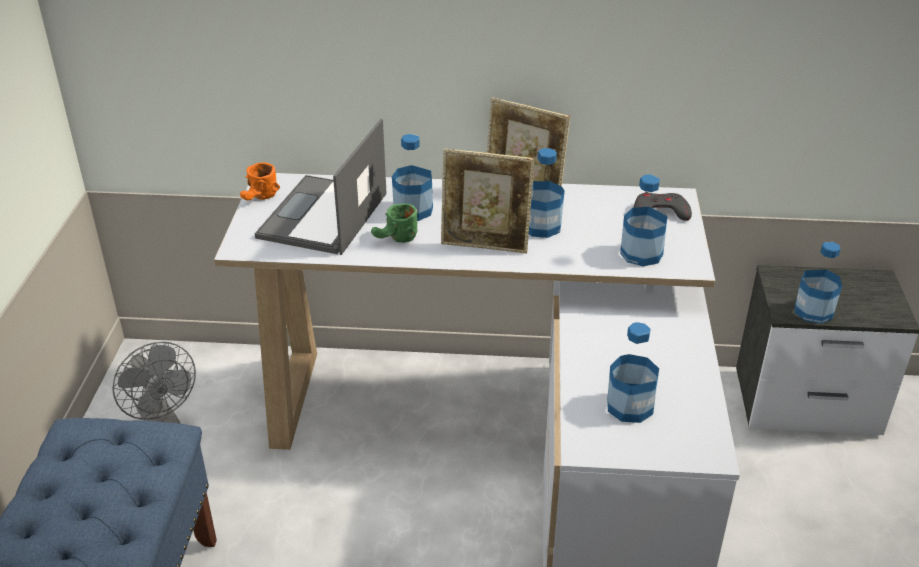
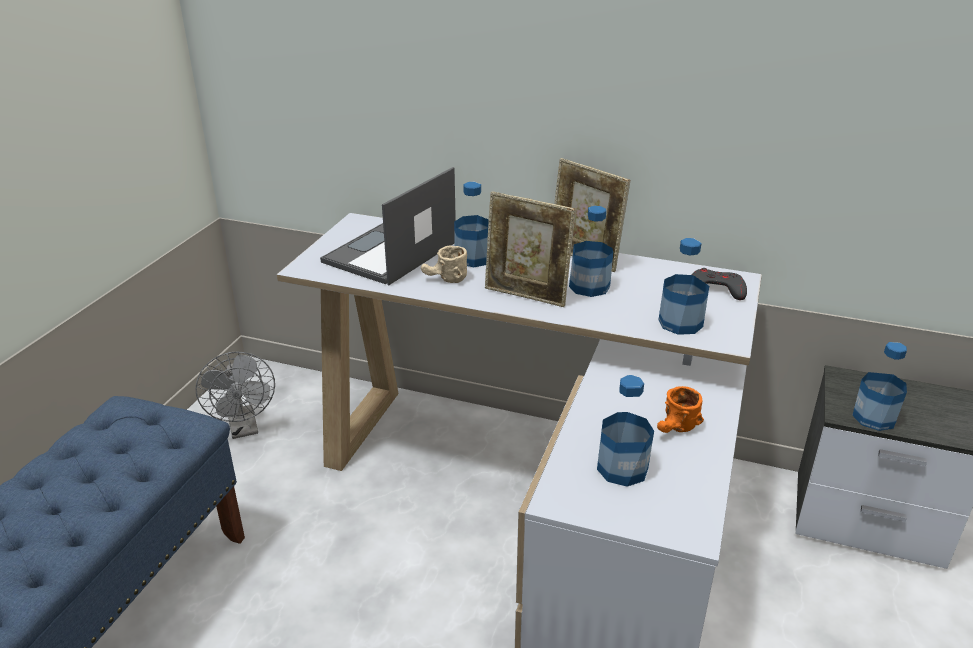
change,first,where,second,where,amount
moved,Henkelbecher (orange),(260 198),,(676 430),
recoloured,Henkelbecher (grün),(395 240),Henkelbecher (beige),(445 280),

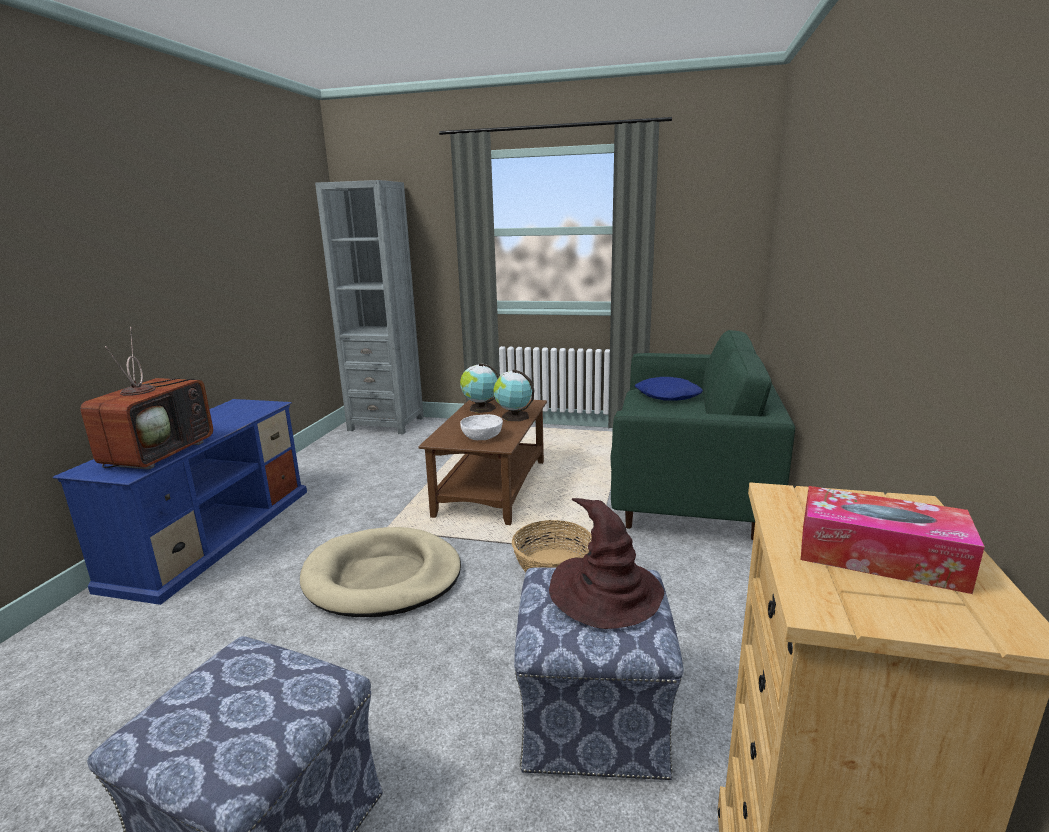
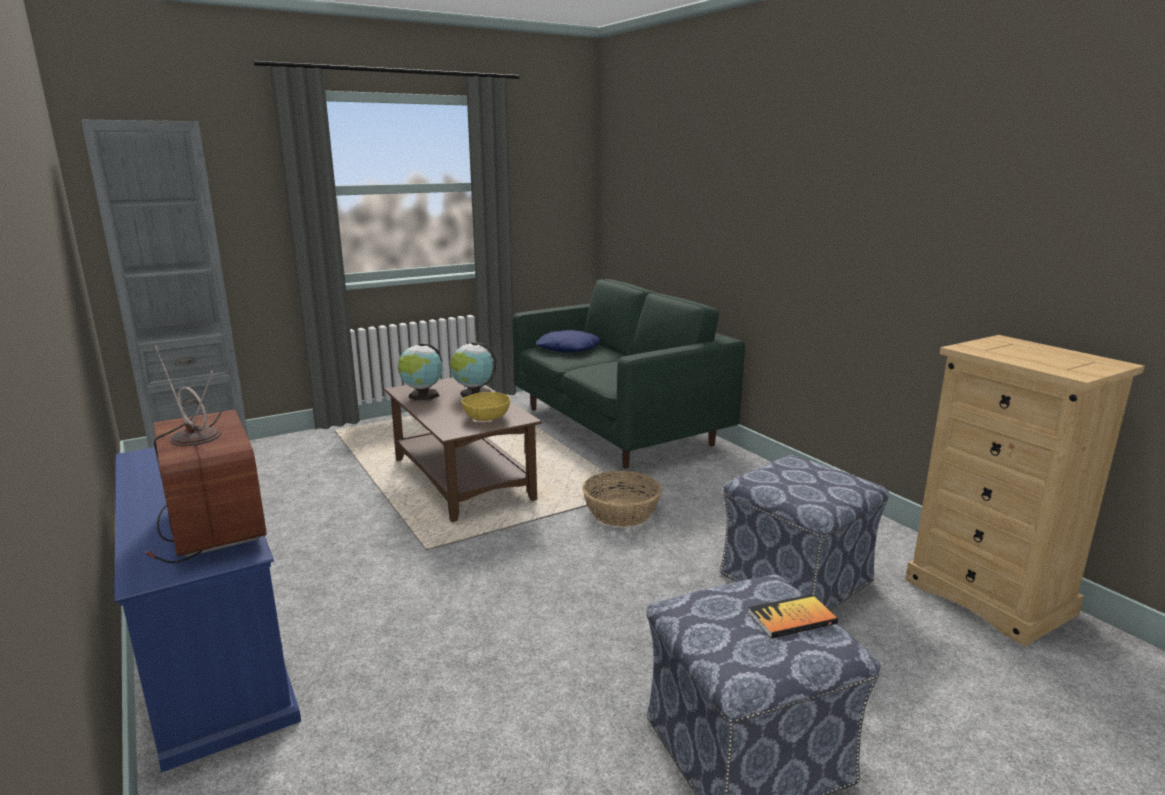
change,first,where,second,where,amount
recoloured,Schüssel (weiß),(482 437),Schüssel (gelb),(486 417),
removed,Taschentuchbox,(879 556),,,
removed,Hut (braun),(606 594),,,
removed,Hundebett (beige),(382 577),,,
added,,,Buch,(792 618),

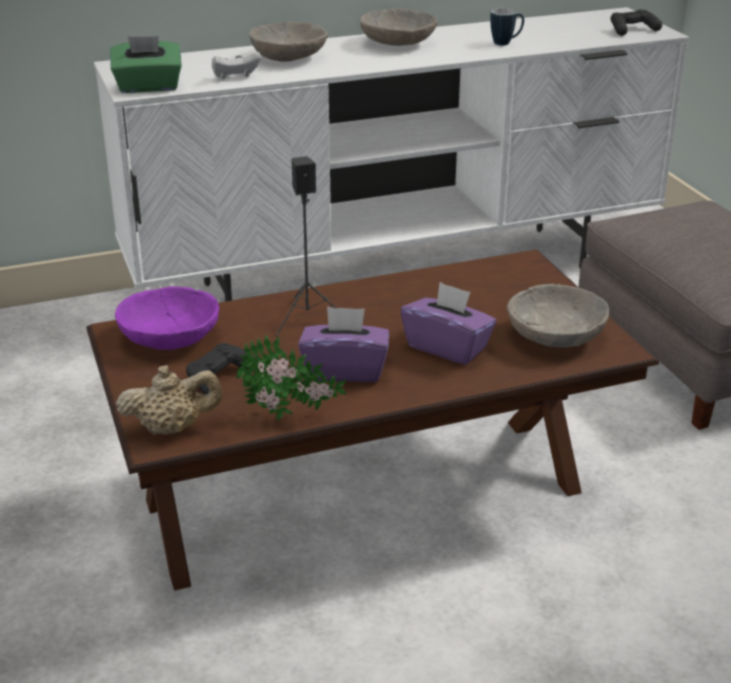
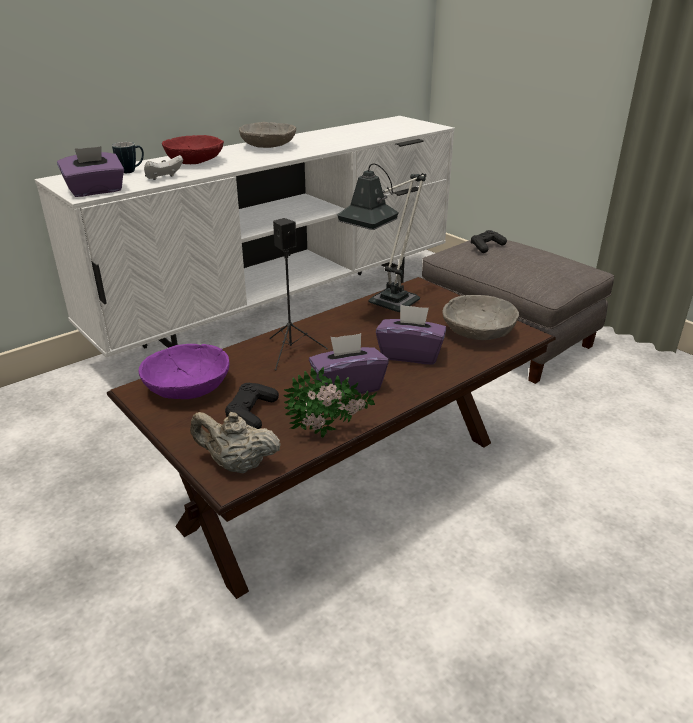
change,first,where,second,where,amount
moved,Henkelbecher,(506 43),,(132 171),
moved,Gamepad (schwarz),(632 30),,(486 247),
recoloured,Schüssel (grau),(288 58),Schüssel (rot),(194 162),
recoloured,Taschentuchbox (grün),(148 87),Taschentuchbox (lila),(96 191),
turned,Teekanne (beige),(172 428),,(237 464),135 degrees counterclockwise
added,,,Tischlampe,(387 307),

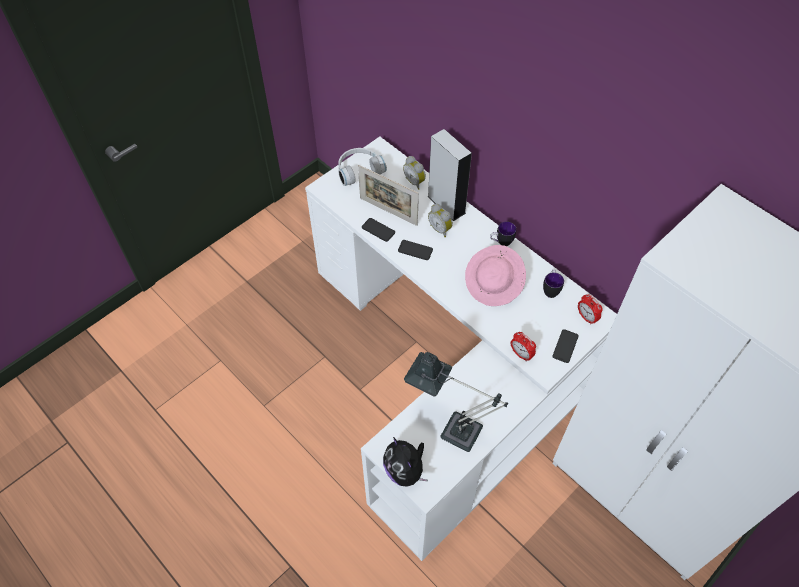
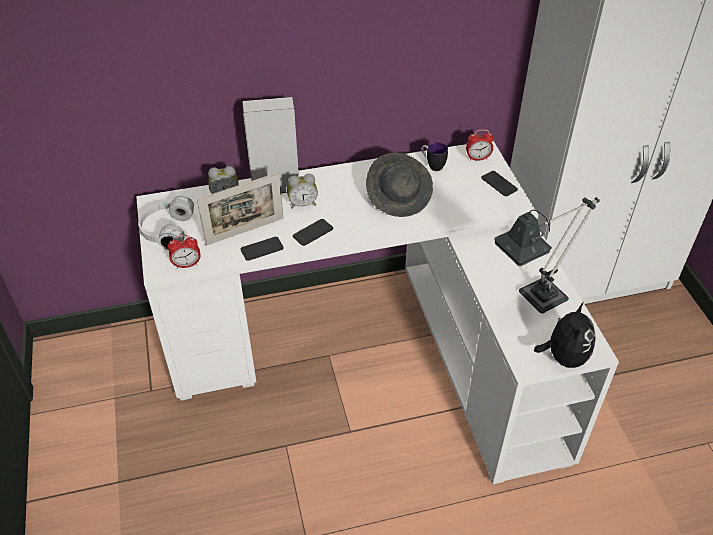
change,first,where,second,where,amount
removed,Henkelbecher,(501 242),,,
recoloured,Hut (rosa),(494 284),Hut (grau),(399 197),
moved,Wecker,(521 354),,(187 265),
turned,Plüschtier,(405 470),,(563 357),75 degrees counterclockwise

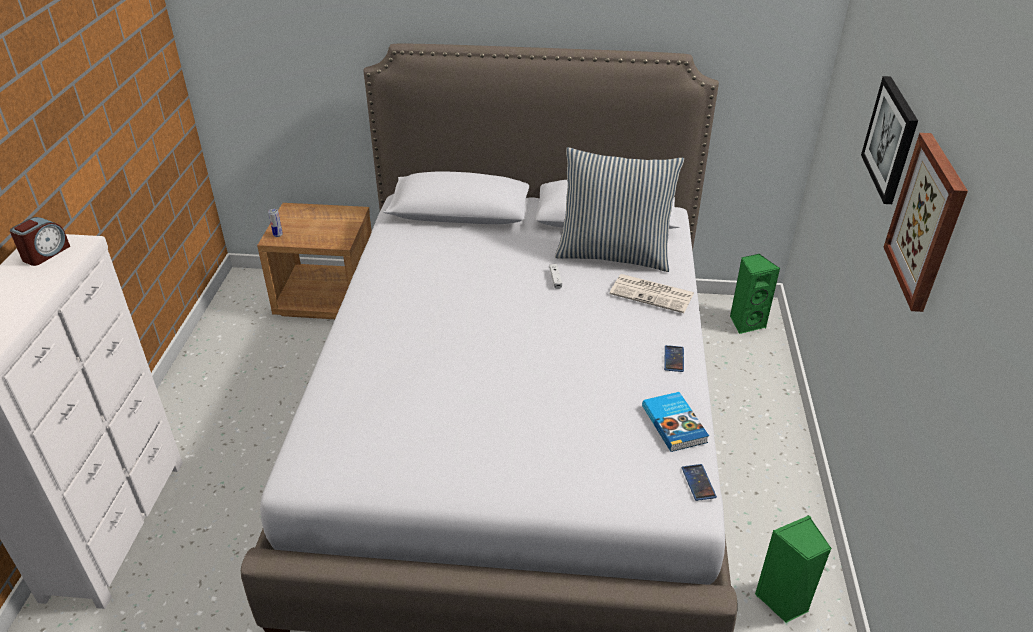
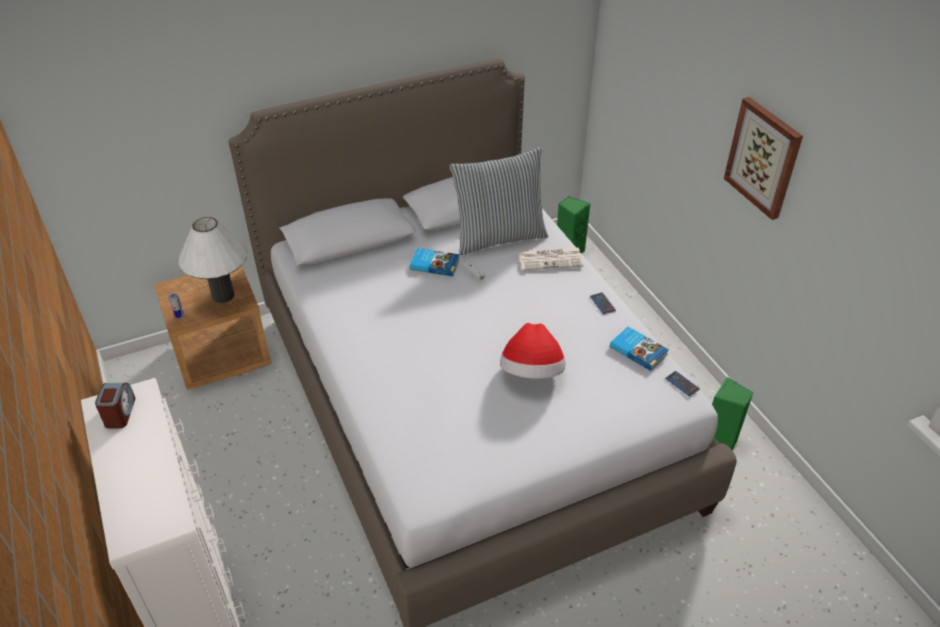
change,first,where,second,where,amount
removed,Bild,(891 139),,,
added,,,Tischlampe (weiß),(223 296),
added,,,Buch,(434 264),
added,,,Hut,(532 372),

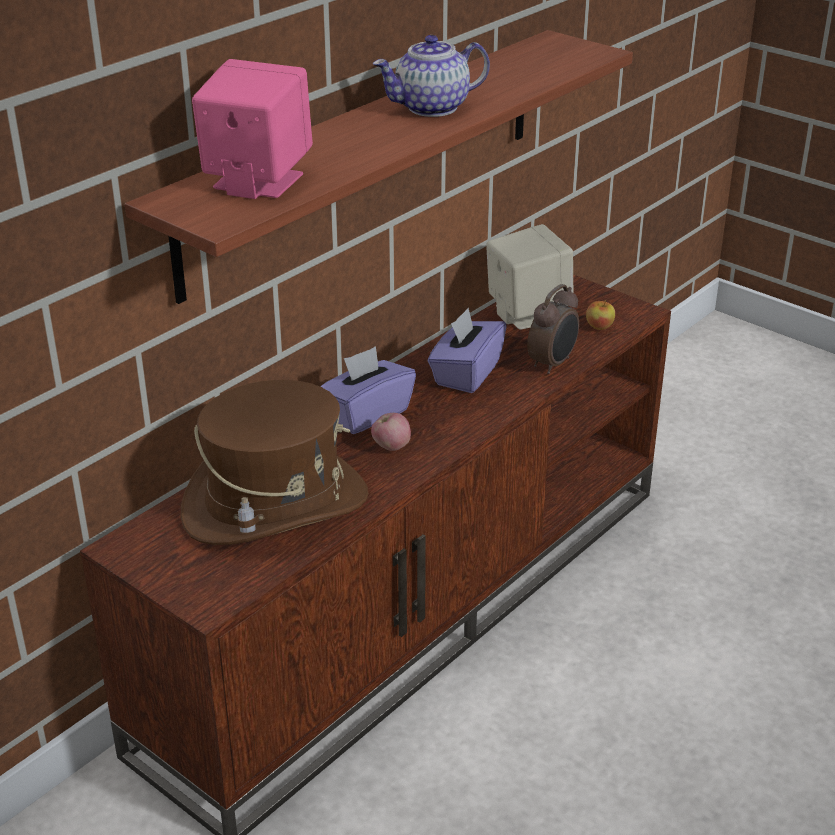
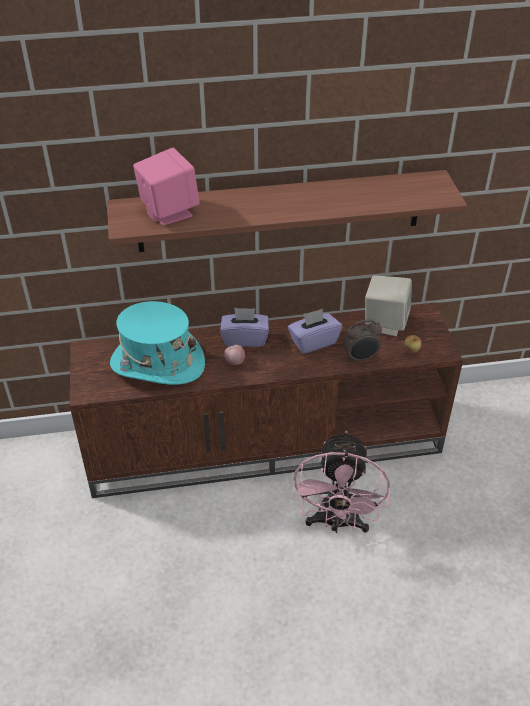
change,first,where,second,where,amount
removed,Teekanne,(431 108),,,
recoloured,Hut (braun),(275 505),Hut (türkis),(157 363),
added,,,Ventilator (rosa),(337 523),

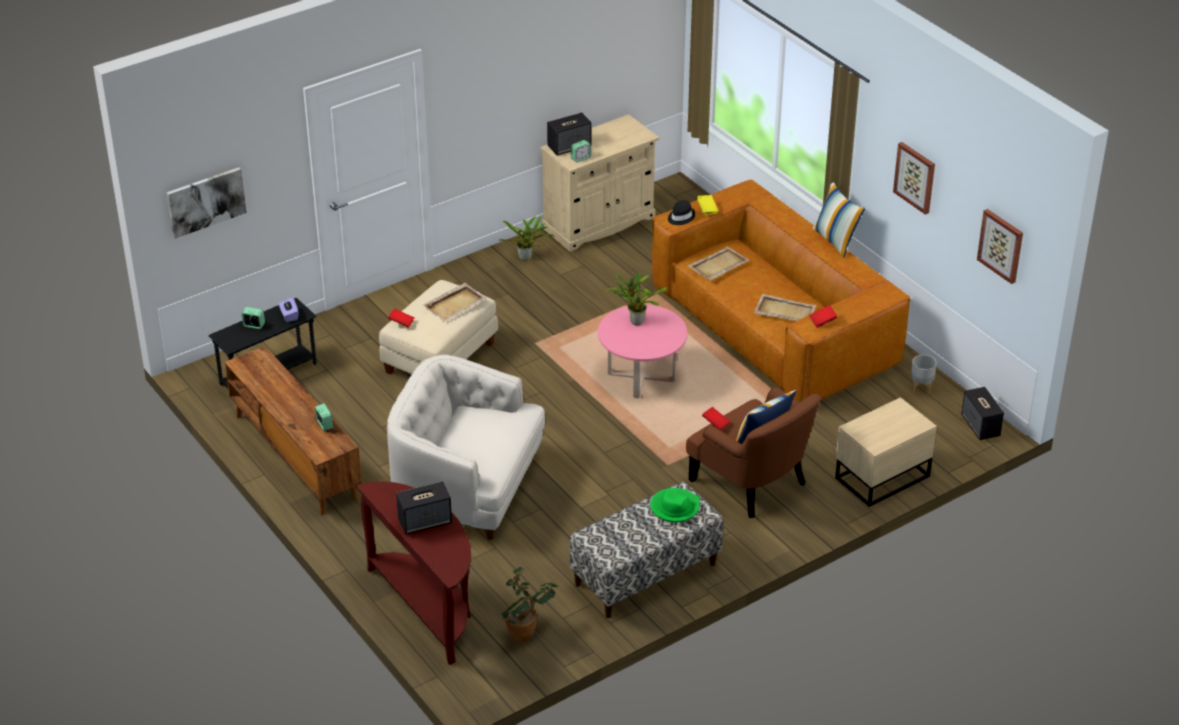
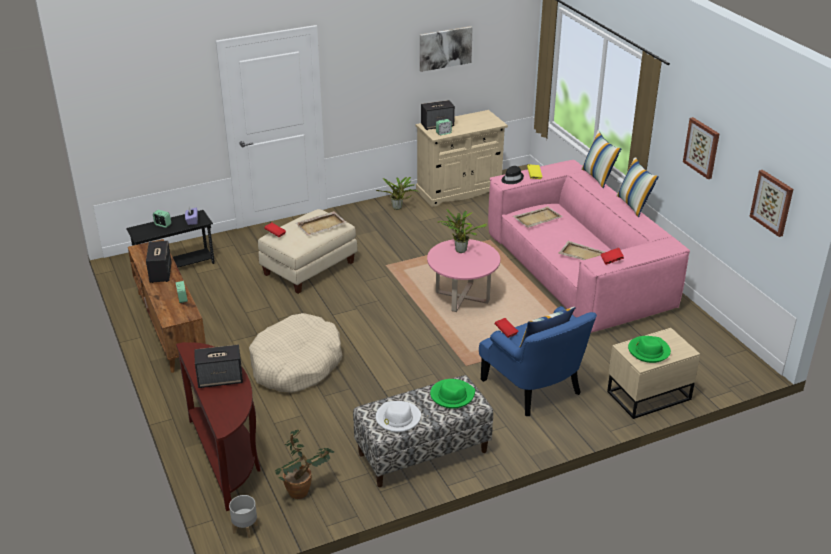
change,first,where,second,where,amount
moved,Bild,(206 201),,(445 48),
recoloured,Sofa (braun),(773 325),Sofa (rosa),(578 271),
replaced,Sessel (weiß),(467 487),Hundebett (beige),(296 364),
moved,Pflanzkübel (grau),(921 387),,(245 529),
recoloured,Sessel (braun),(752 482),Sessel (blau),(534 387),
moved,Lautsprecher,(980 426),,(160 273),
added,,,Kissen,(598 177),
added,,,Hut (grün),(648 351),
added,,,Hut (weiß),(397 418),

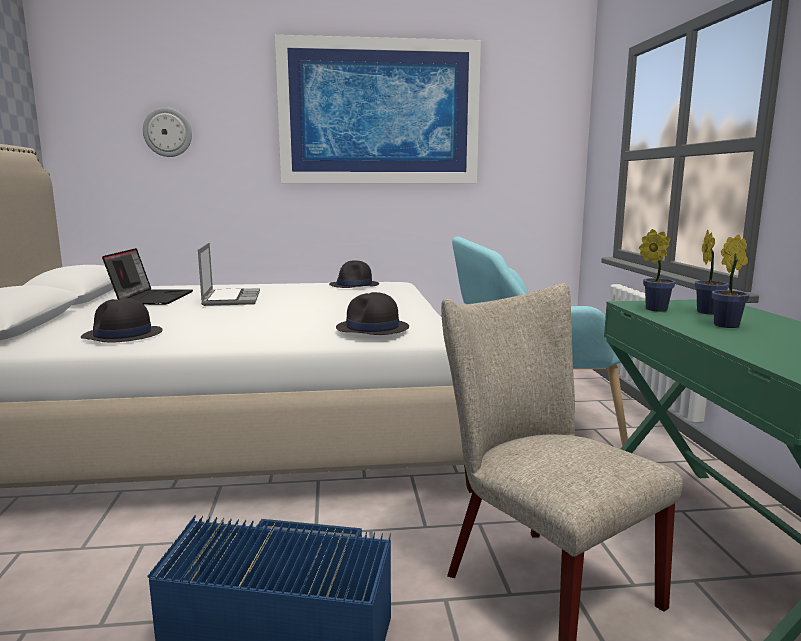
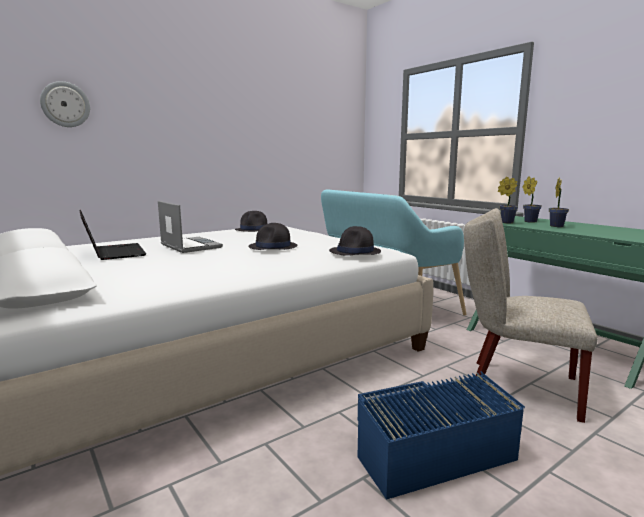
change,first,where,second,where,amount
removed,Bild,(379 113),,,
moved,Hut (schwarz),(122 335),,(273 247),

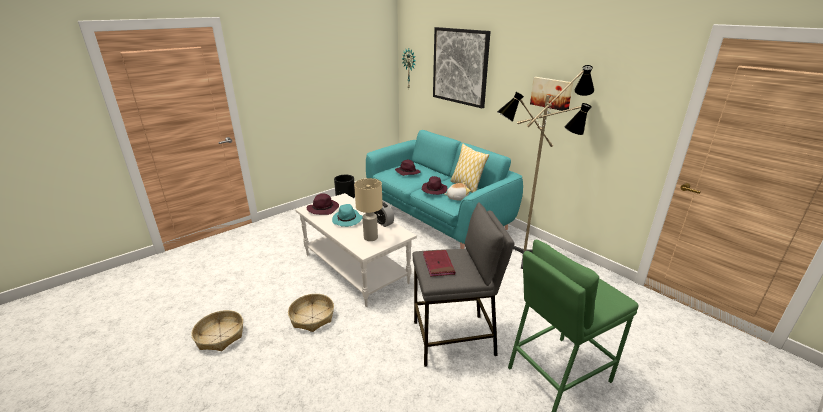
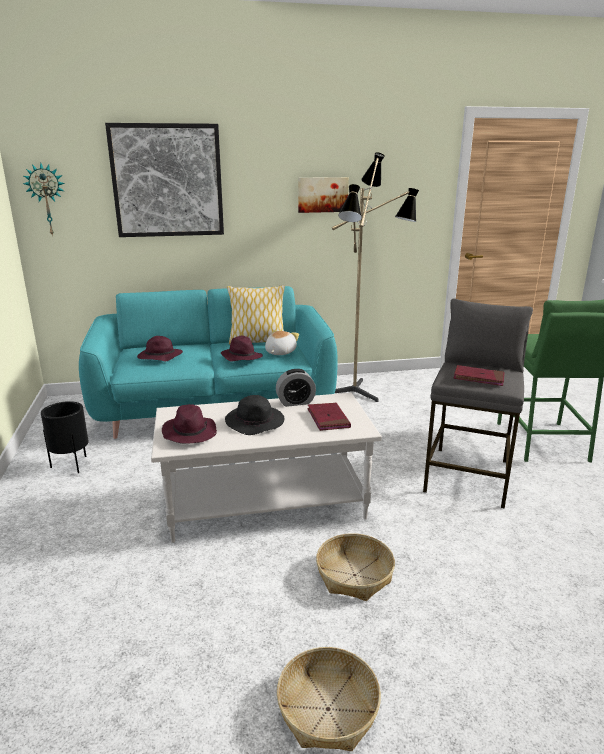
change,first,where,second,where,amount
replaced,Tischlampe (beige),(370 238),Buch (rot),(328 419),
recoloured,Hut (türkis),(347 220),Hut (schwarz),(256 423),

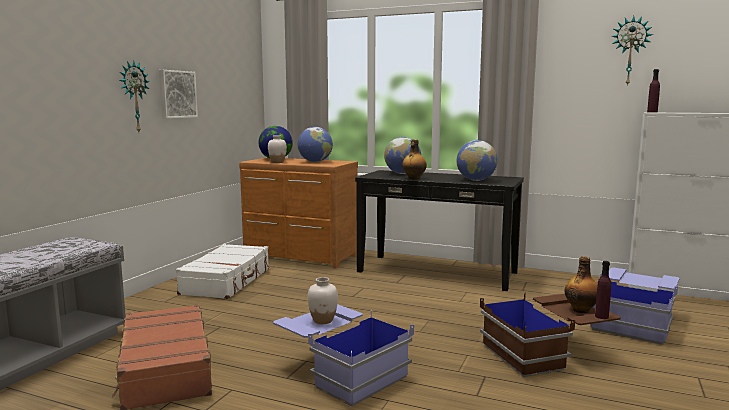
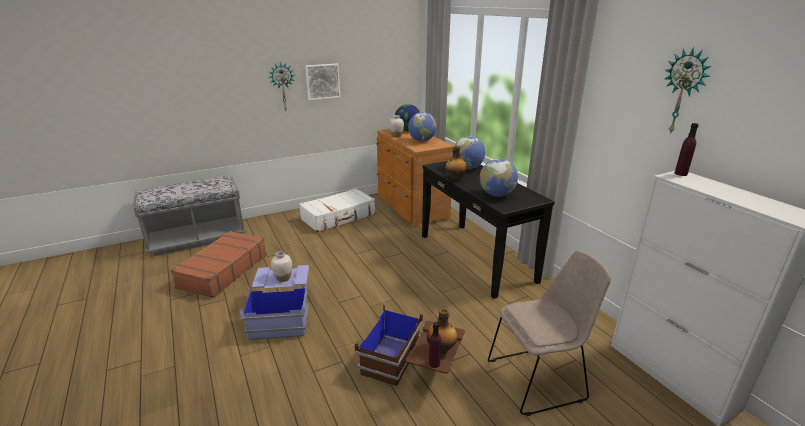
change,first,where,second,where,amount
replaced,Aufbewahrungsbox (blau),(634 322),Stuhl (beige),(538 379),

